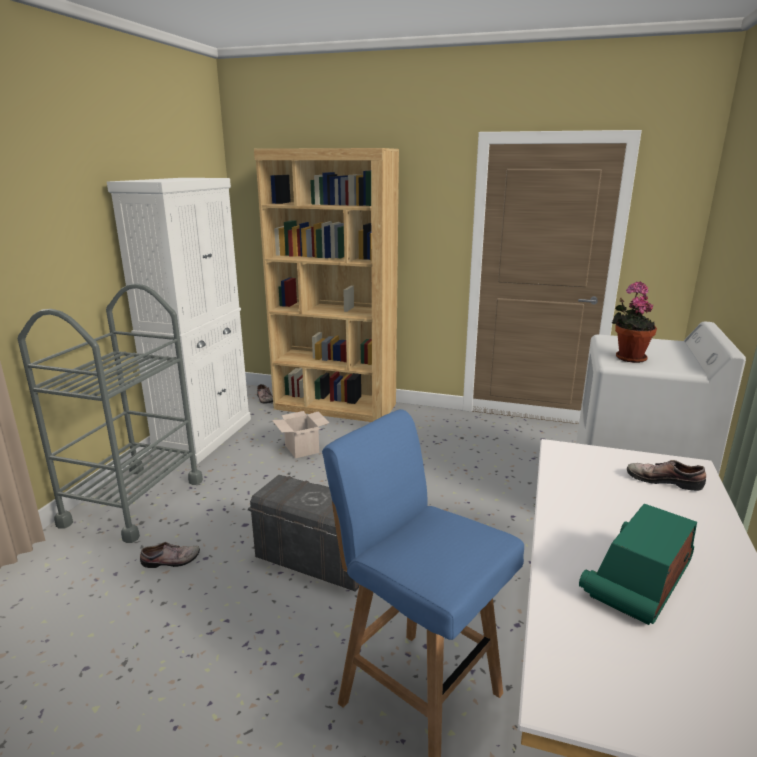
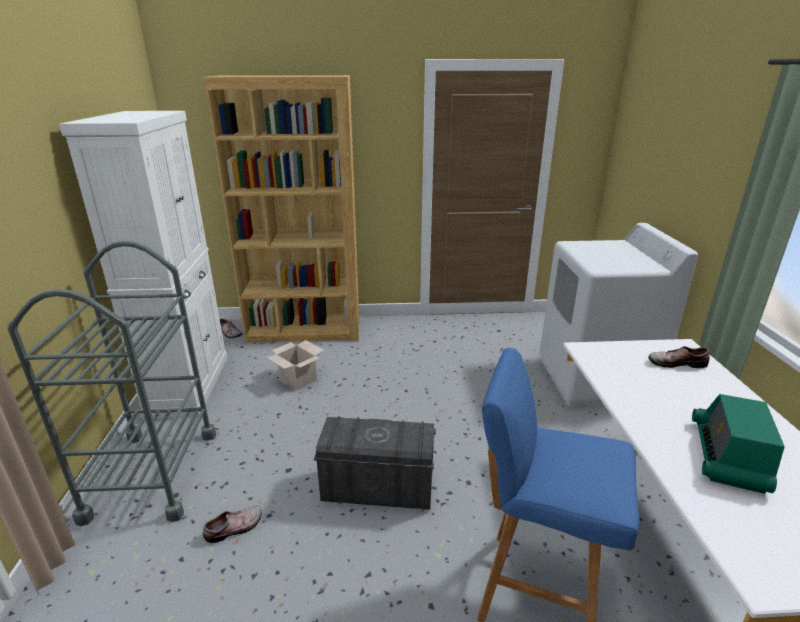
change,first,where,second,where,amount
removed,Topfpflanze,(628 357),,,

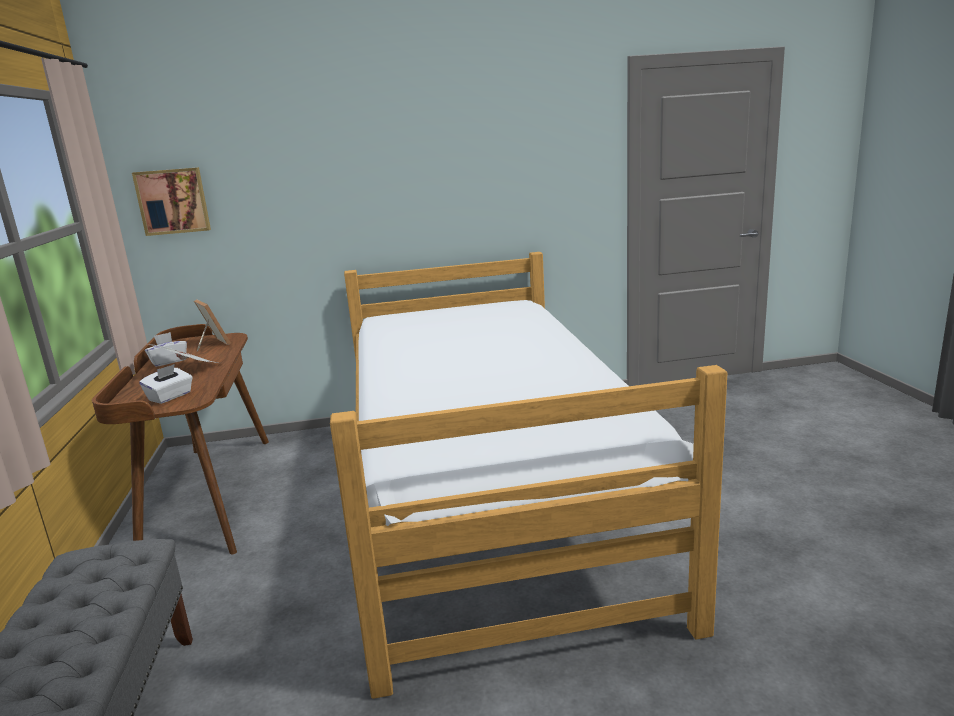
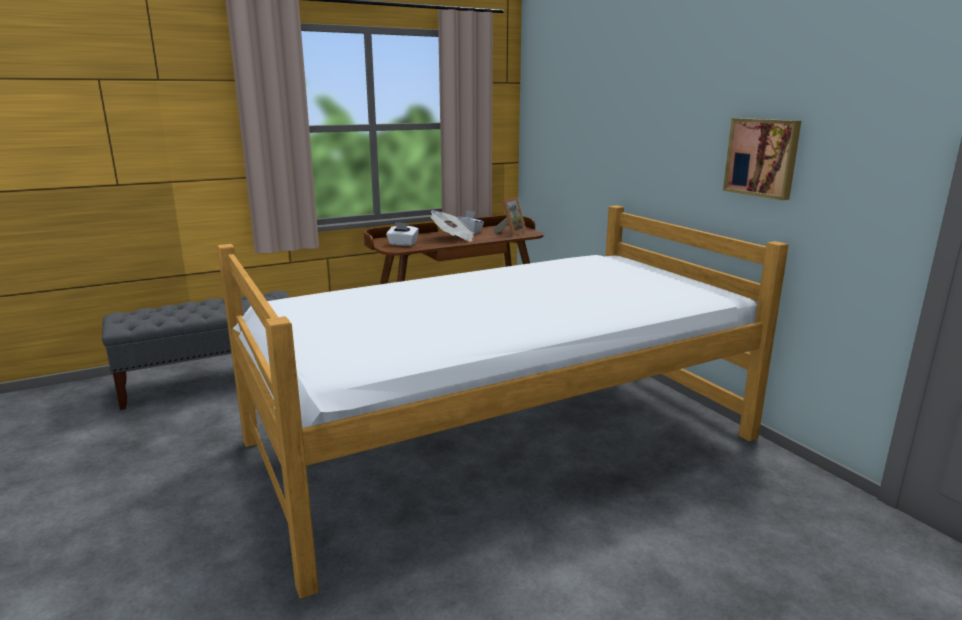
change,first,where,second,where,amount
moved,Bild,(173 201),,(762 157),

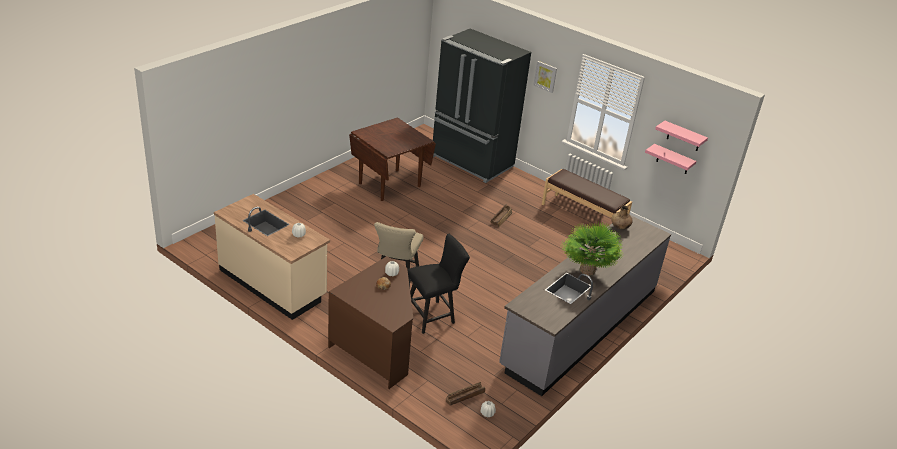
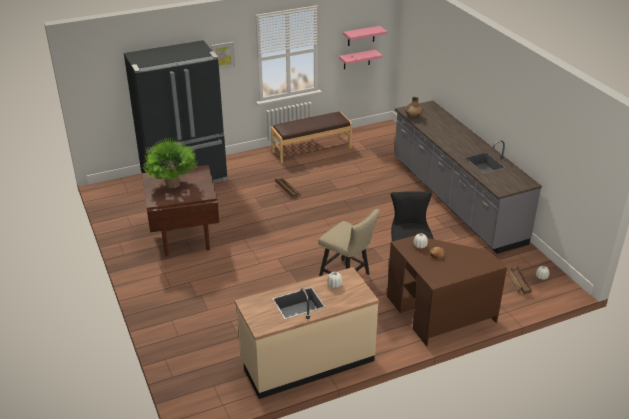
change,first,where,second,where,amount
moved,Topfpflanze,(587 270),,(172 184),

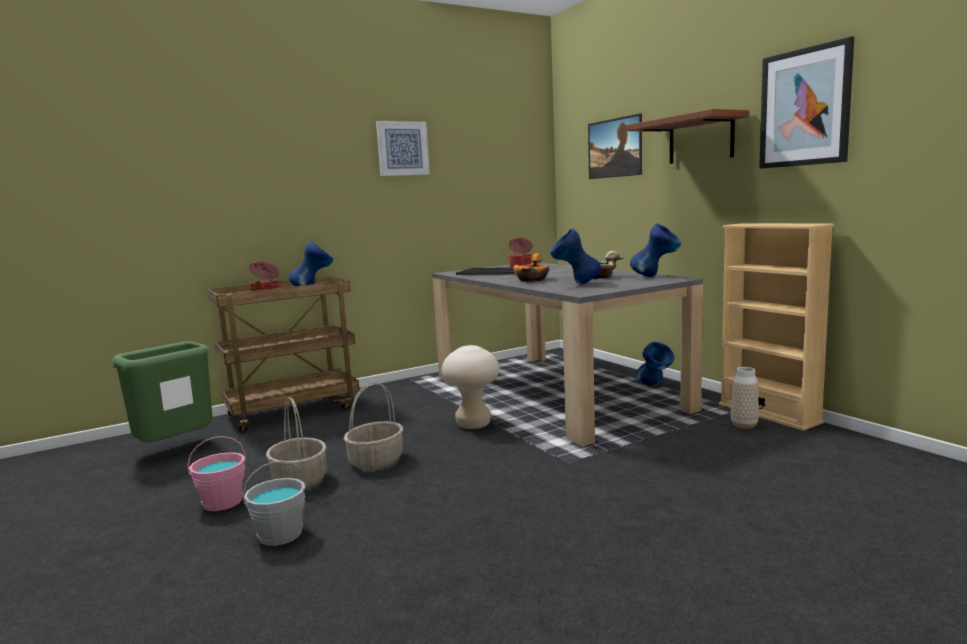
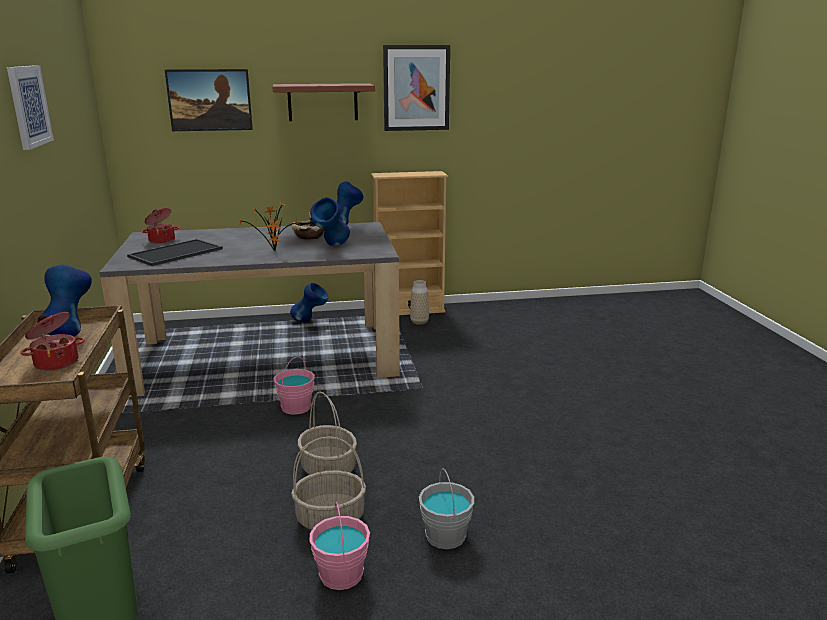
change,first,where,second,where,amount
replaced,Schüssel (orange),(532 280),Topfpflanze,(274 252),
replaced,Hocker (beige),(473 424),Eimer (rosa),(296 407),

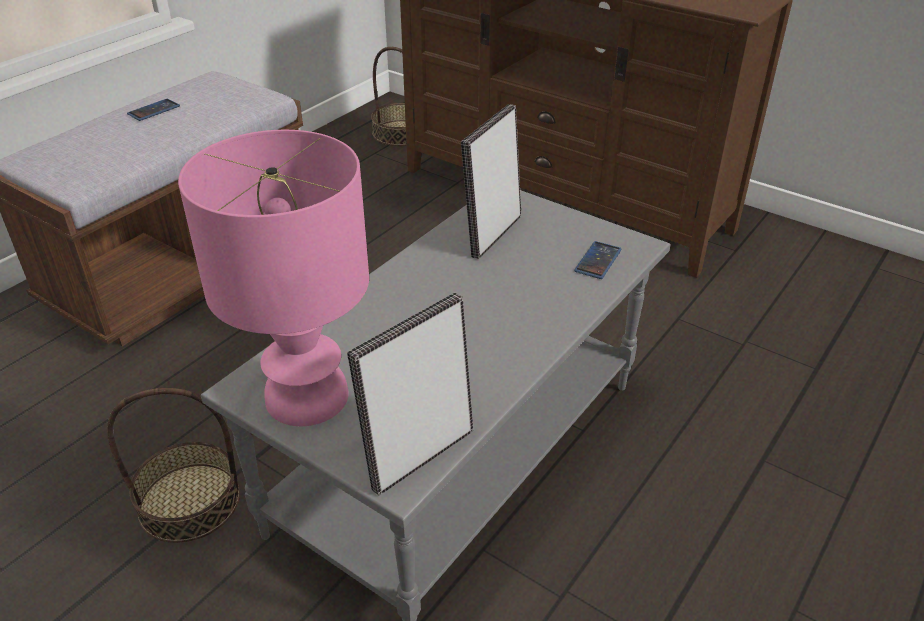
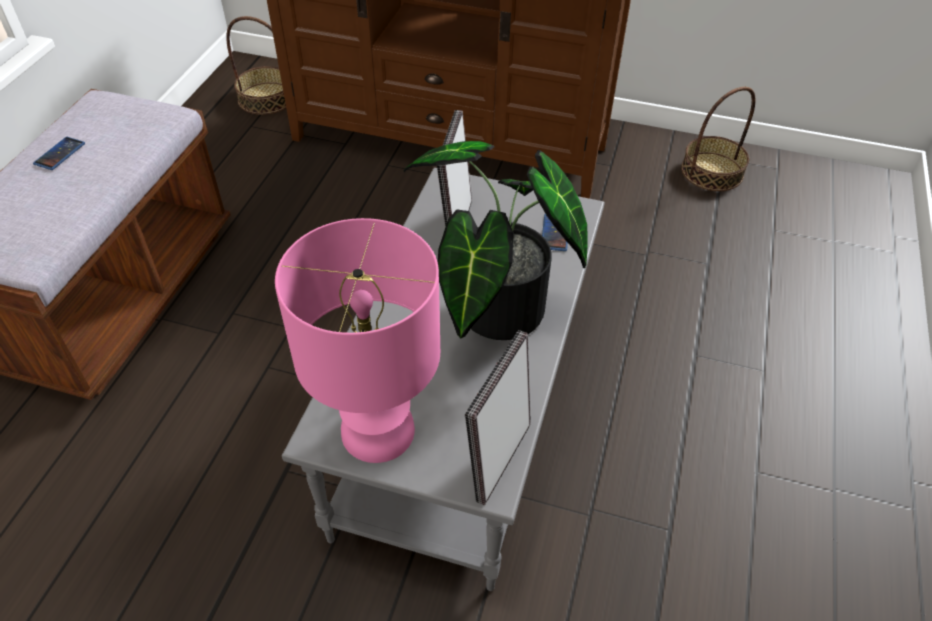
change,first,where,second,where,amount
moved,Korb,(189 501),,(712 171),
added,,,Topfpflanze,(492 315),

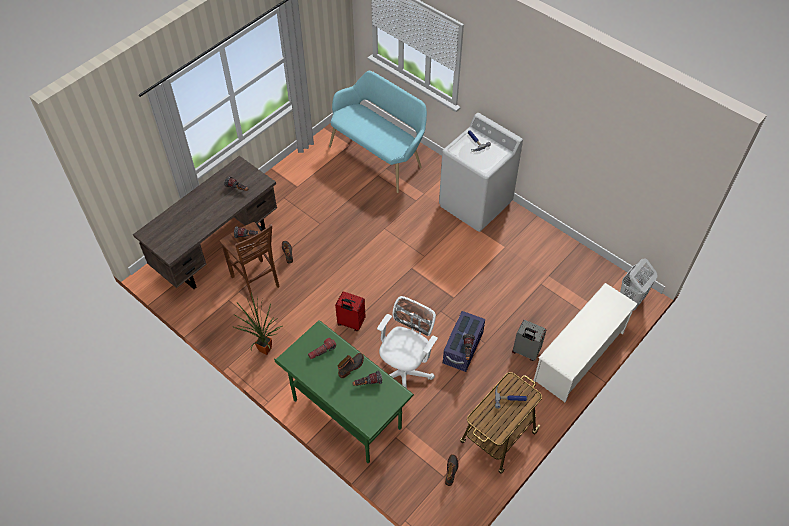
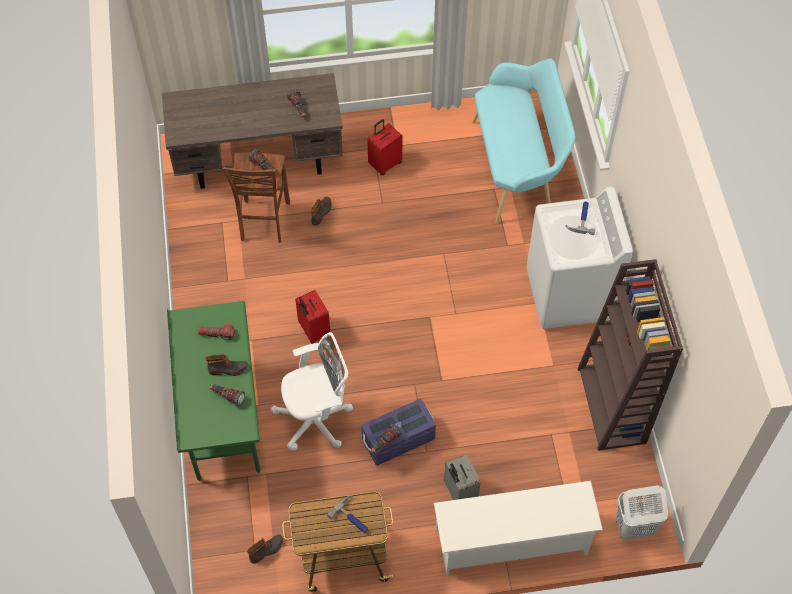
change,first,where,second,where,amount
removed,Topfpflanze,(263 351),,,
added,,,Koffer (rot),(385 163),
added,,,Bücherregal (braun),(612 406),

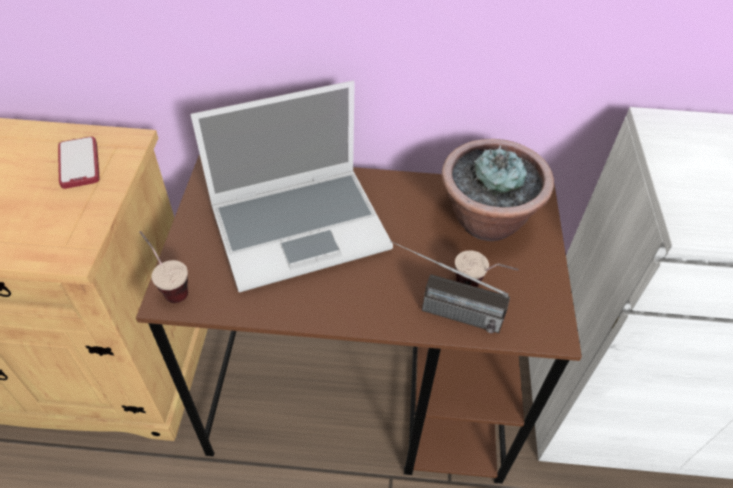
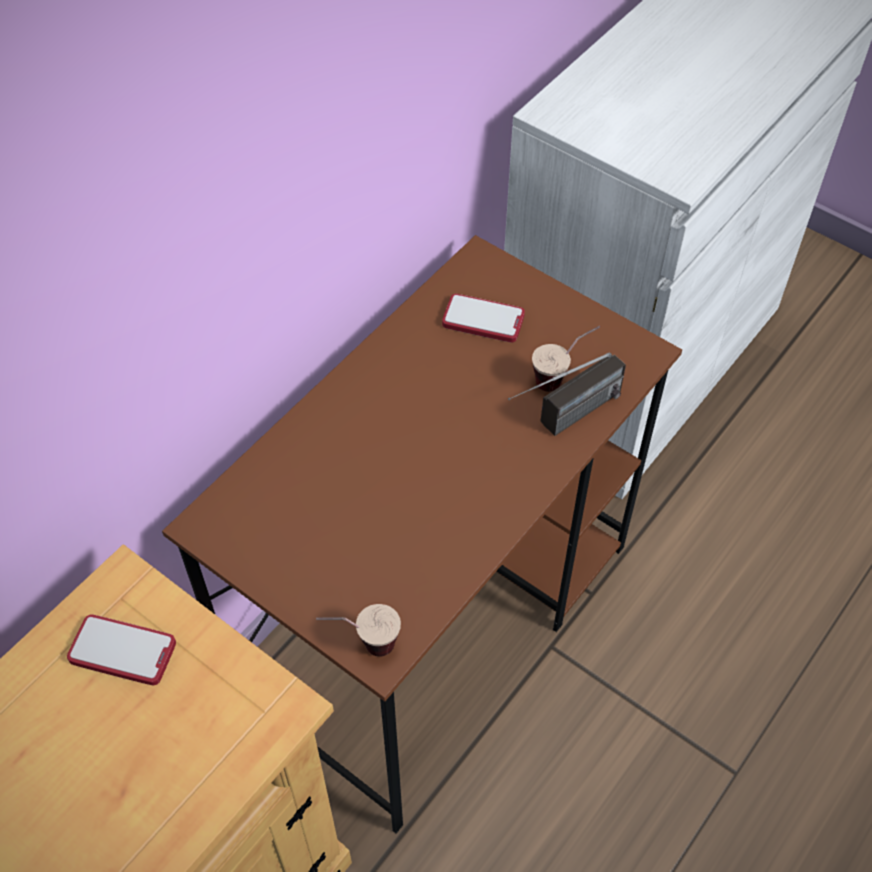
change,first,where,second,where,amount
removed,Laptop,(301 227),,,
replaced,Topfpflanze,(485 221),Handy,(483 320),

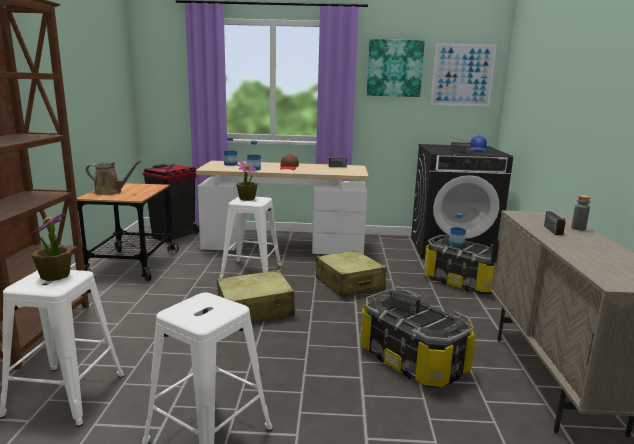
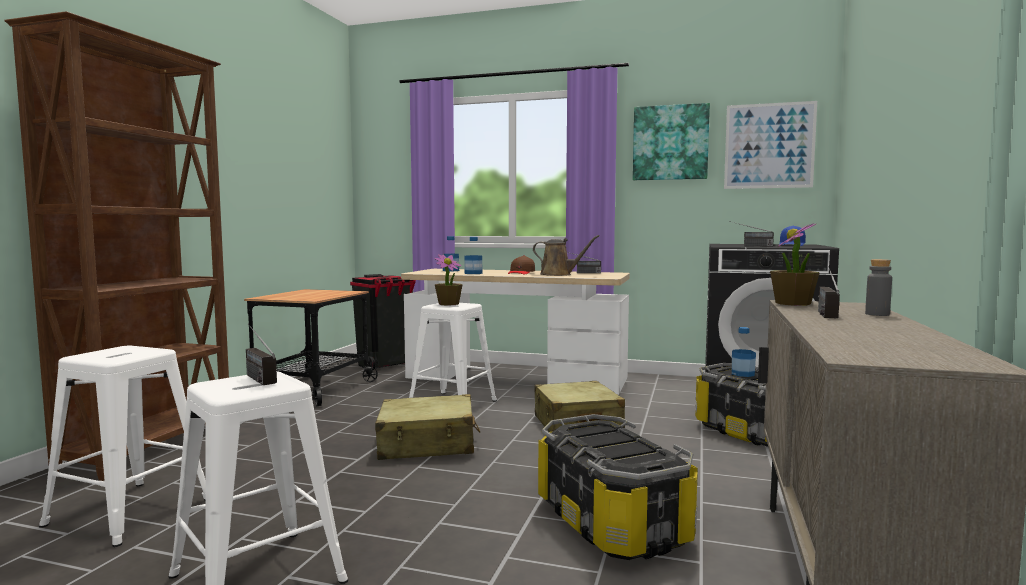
change,first,where,second,where,amount
moved,Gießkanne (braun),(110 192),,(559 274),
moved,Topfpflanze,(55 276),,(793 303),
moved,Radio,(396 307),,(255 376),

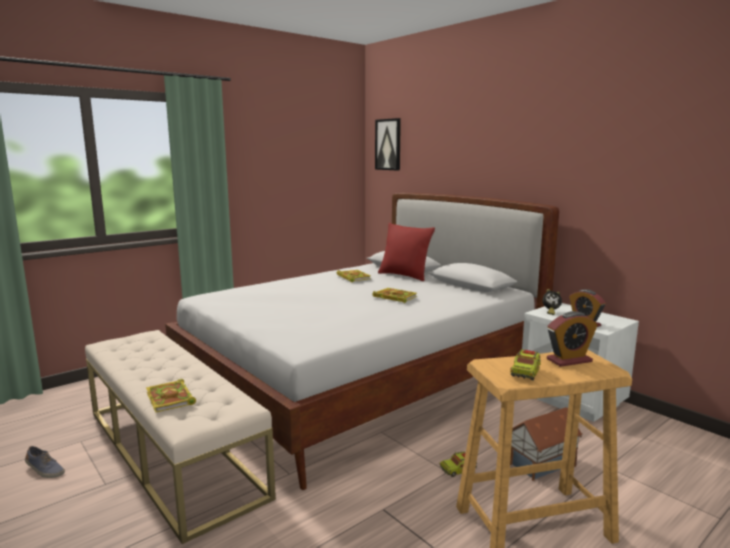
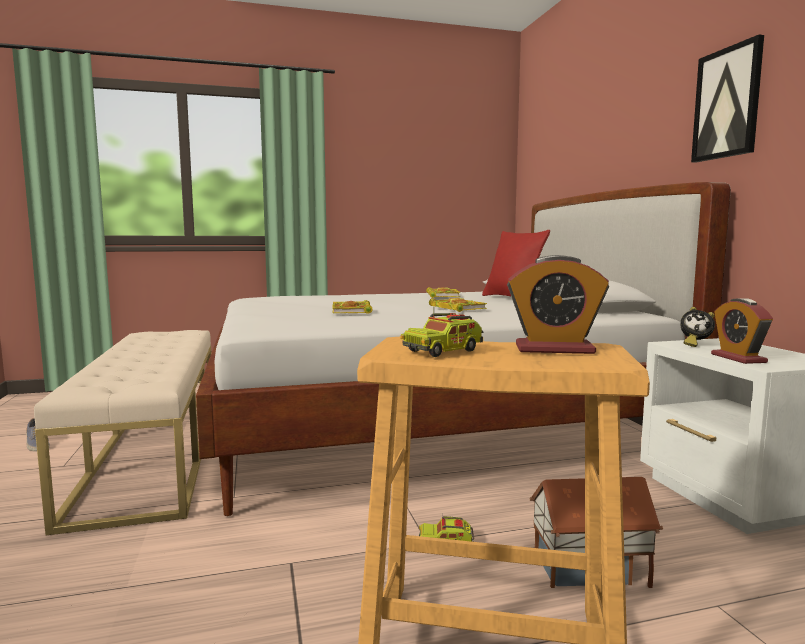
change,first,where,second,where,amount
moved,Bild,(388 144),,(727 103),
moved,Buch,(171 399),,(352 311),

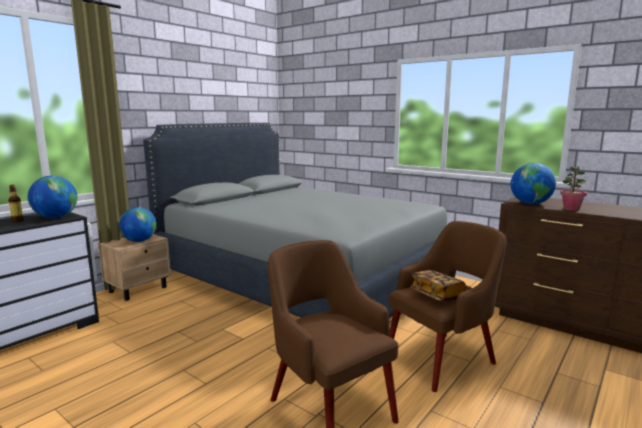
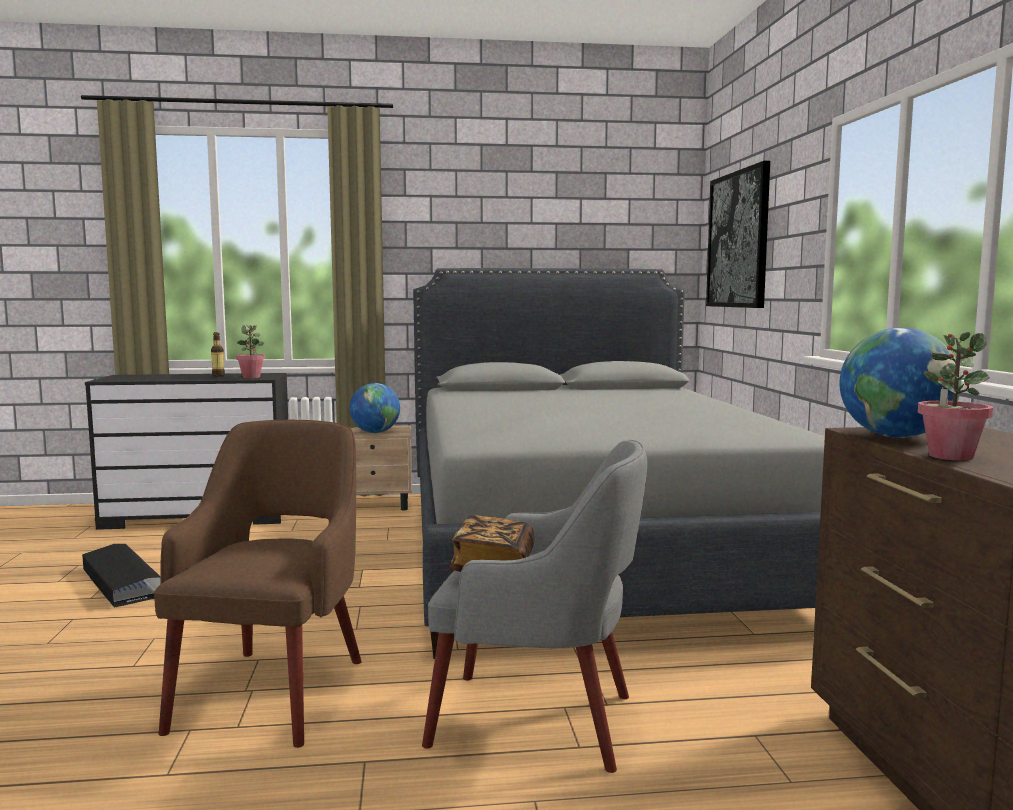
change,first,where,second,where,amount
replaced,Globus,(55 217),Topfpflanze,(251 377),
recoloured,Sessel (braun),(442 359),Sessel (grau),(539 721),
added,,,Bild,(738 240),
added,,,Aufbewahrungsbox (schwarz),(121 582),

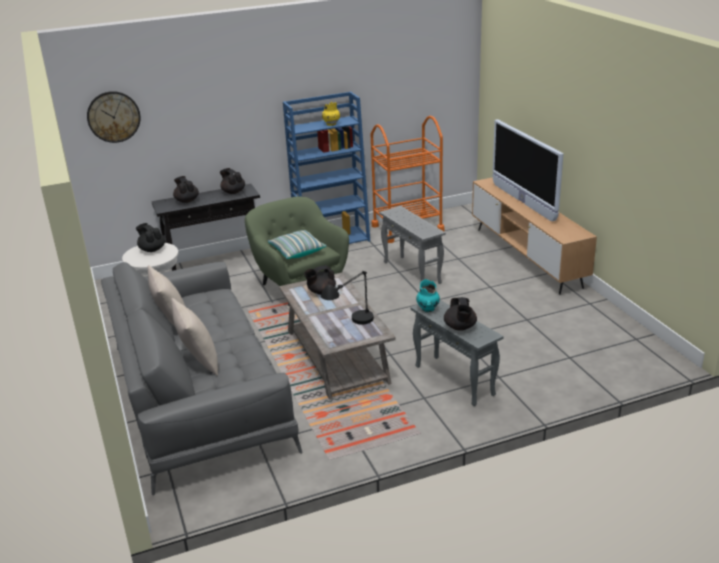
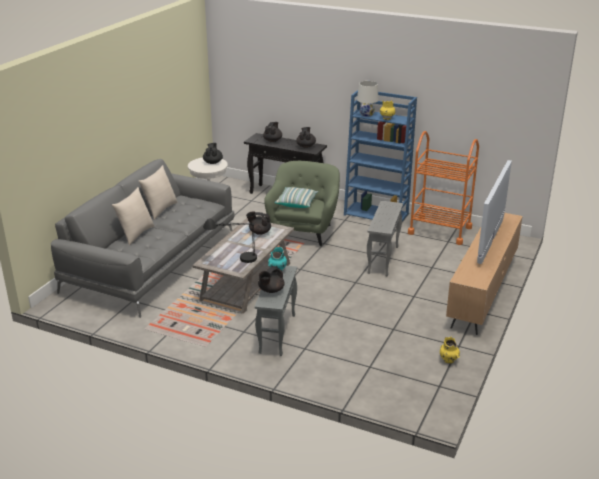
change,first,where,second,where,amount
removed,Wanduhr,(113 116),,,
added,,,Tischlampe (weiß),(367 114),
added,,,Vase (gelb),(449 360),

